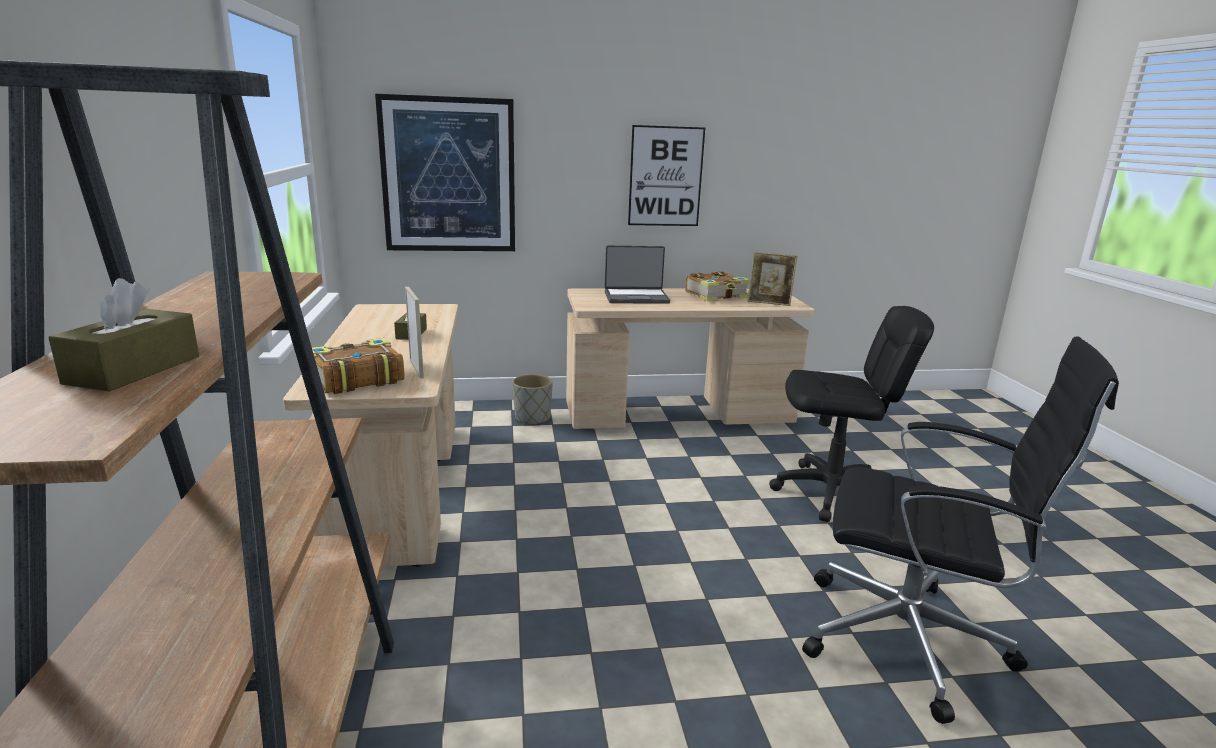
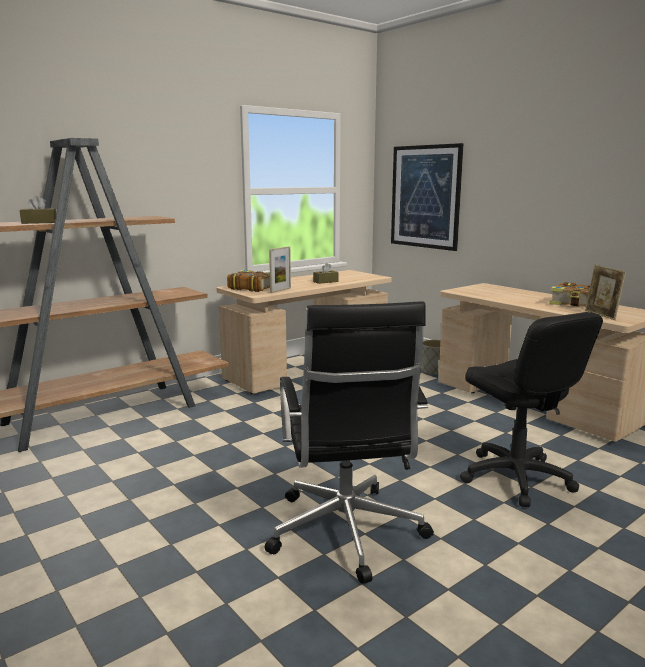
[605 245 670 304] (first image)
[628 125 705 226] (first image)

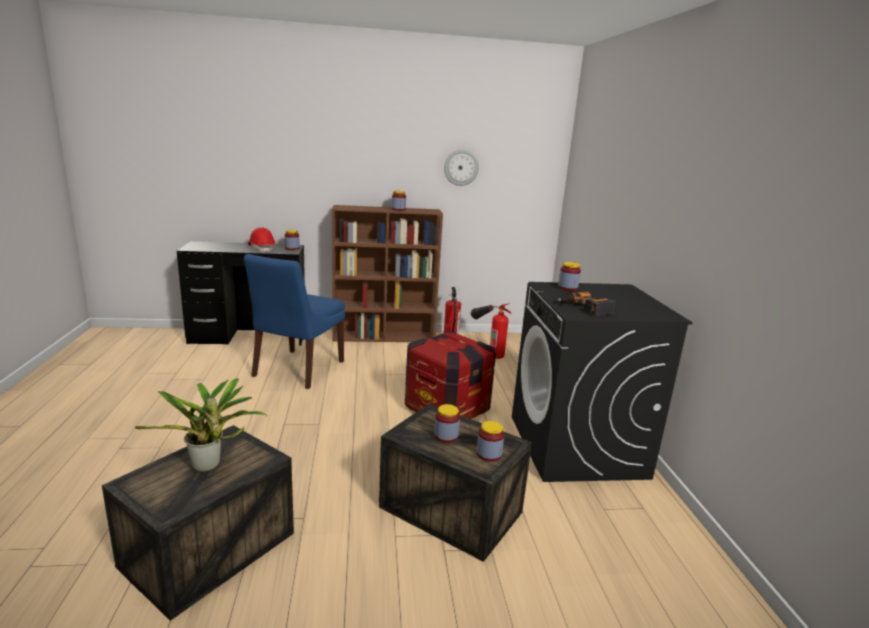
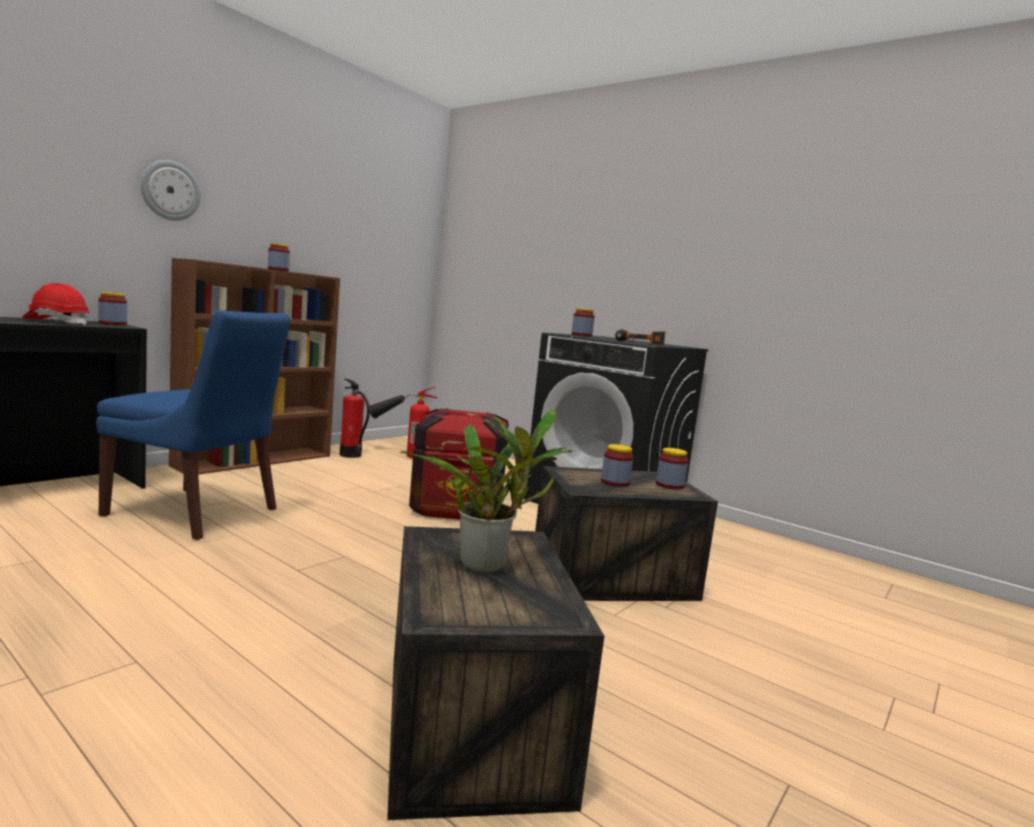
[140 160 201 221]
[96 310 291 540]

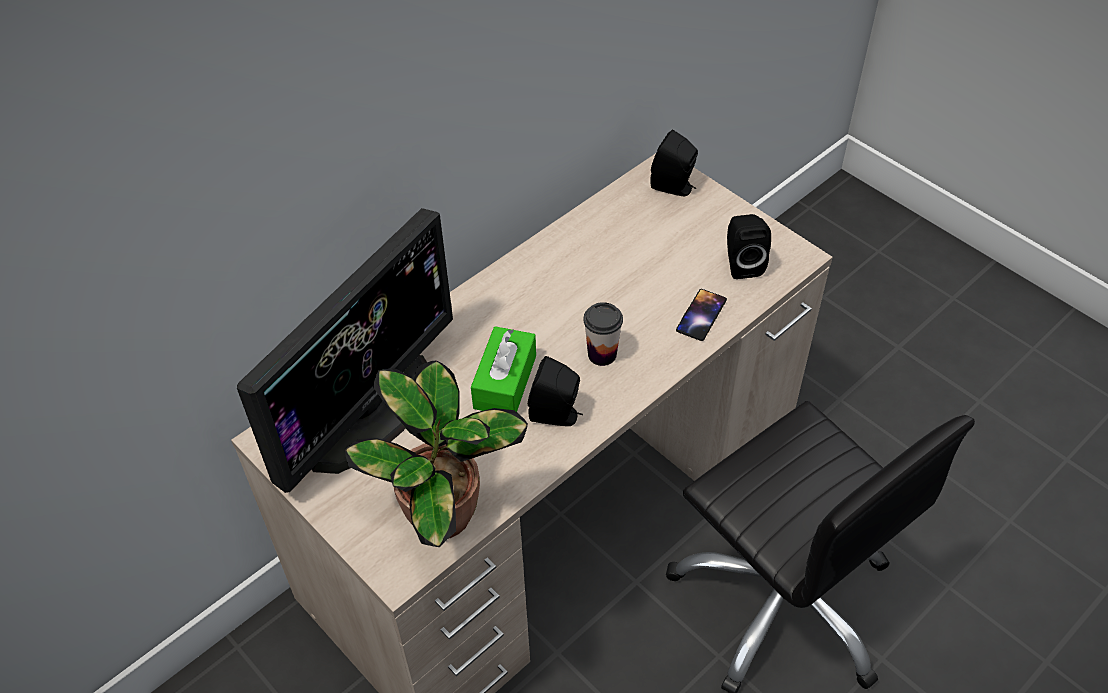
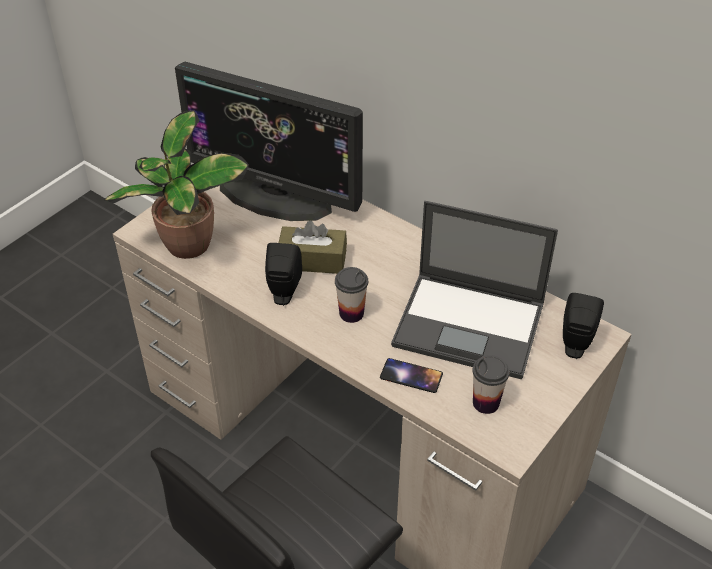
[391 201 558 379]
[472 355 510 414]
[278 221 347 274]

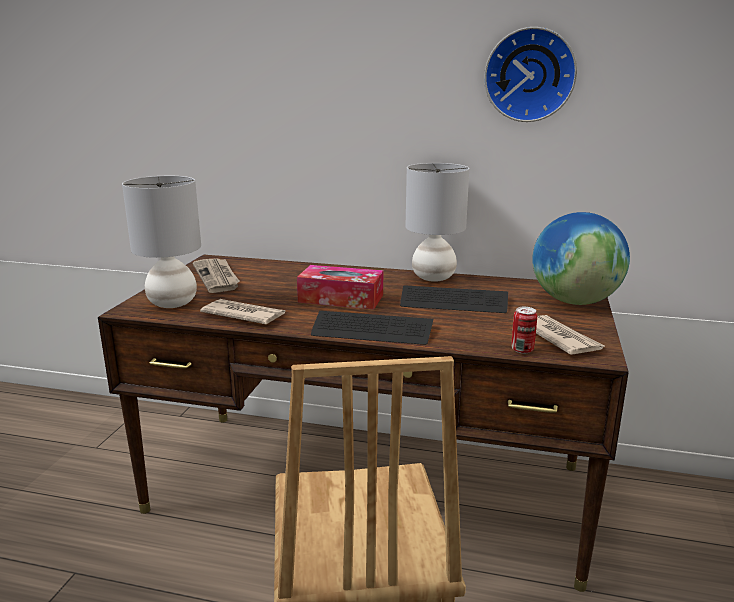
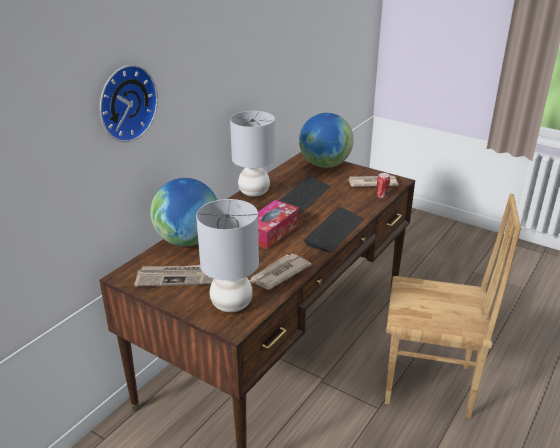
[150 178 217 246]
[100 65 158 142]

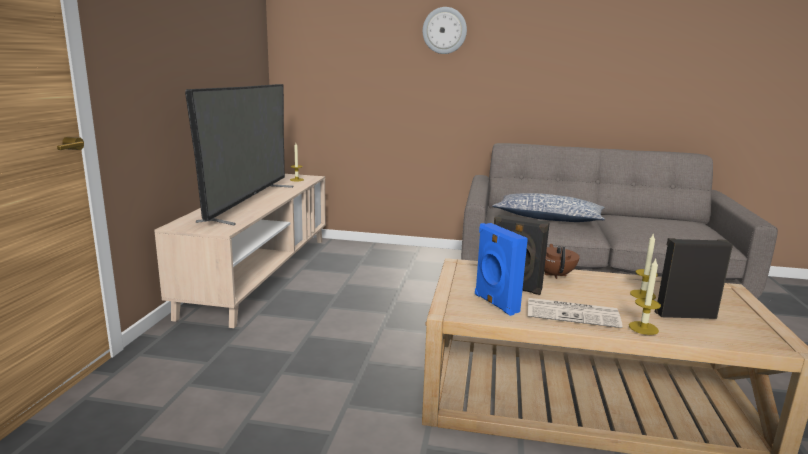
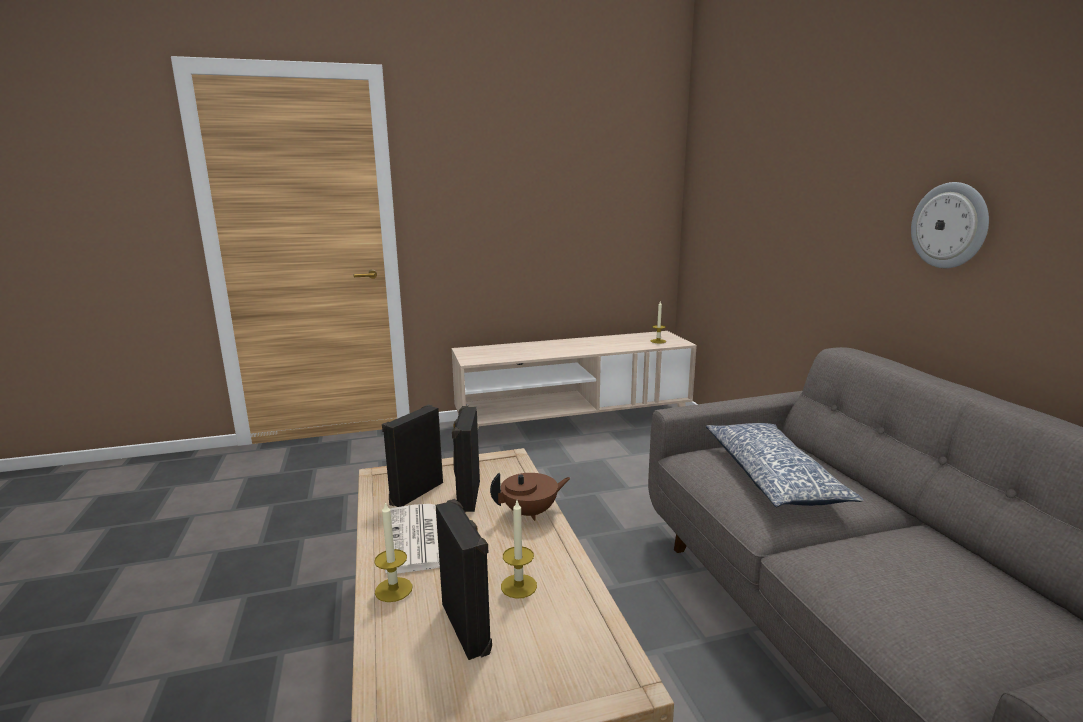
[185 84 293 226] (first image)
[911 182 989 268]
[382 404 443 507]

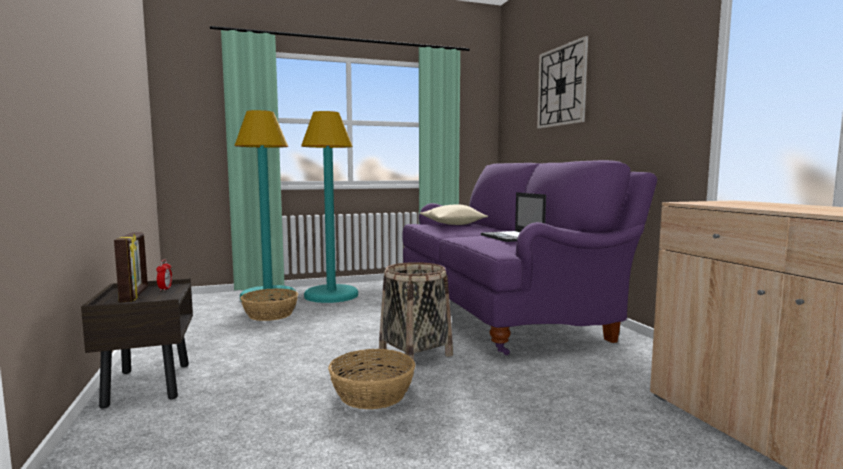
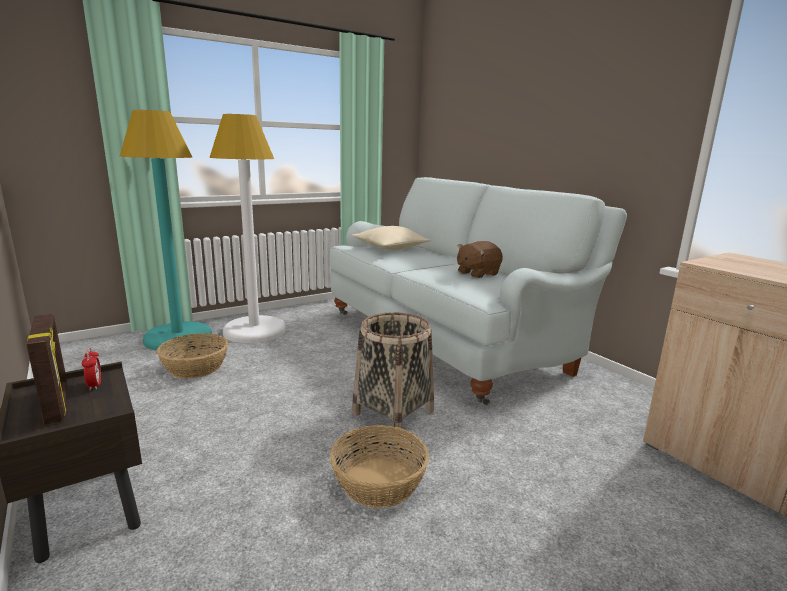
[537 36 588 129] (first image)
[457 241 503 278]
[209 114 286 343]
[330 177 627 405]

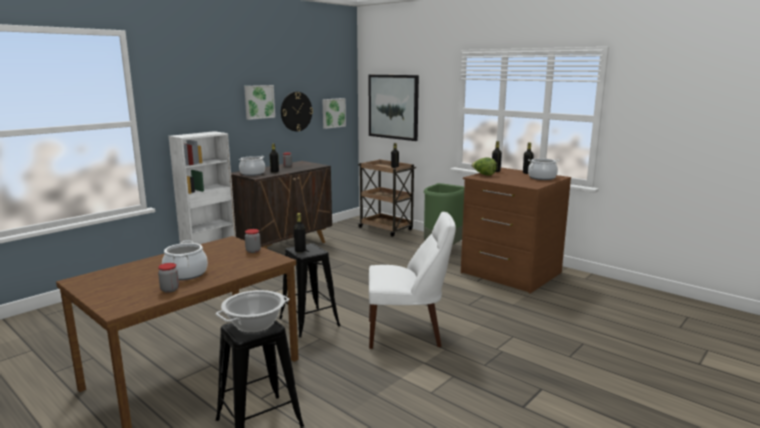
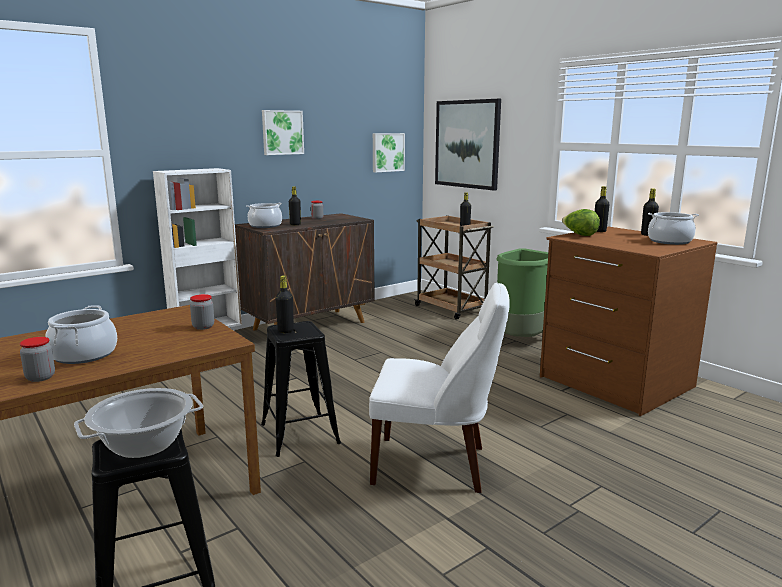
[281 92 313 132] (first image)

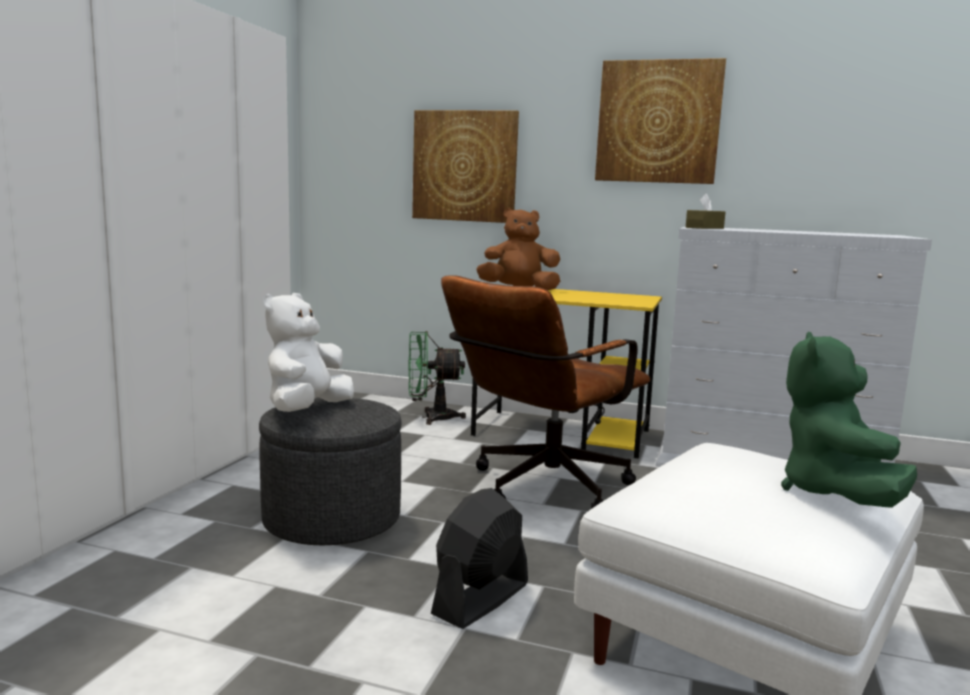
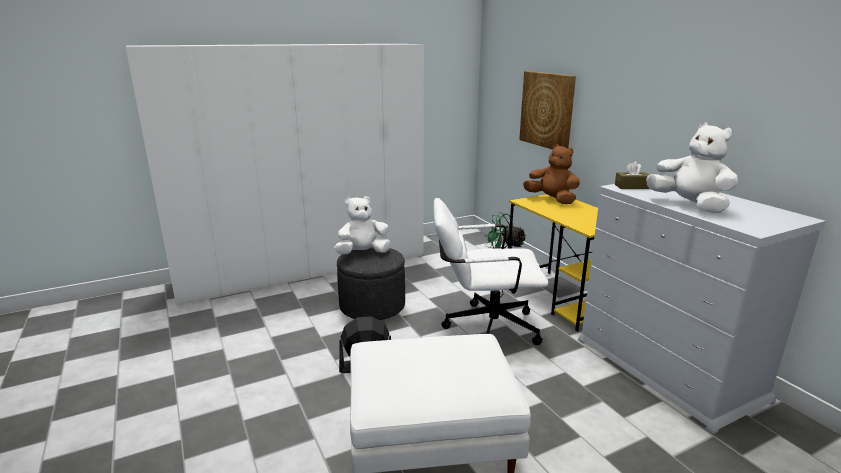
[595 58 726 184] (first image)
[781 332 917 508] (first image)
[646 122 738 213]
[433 198 548 345]

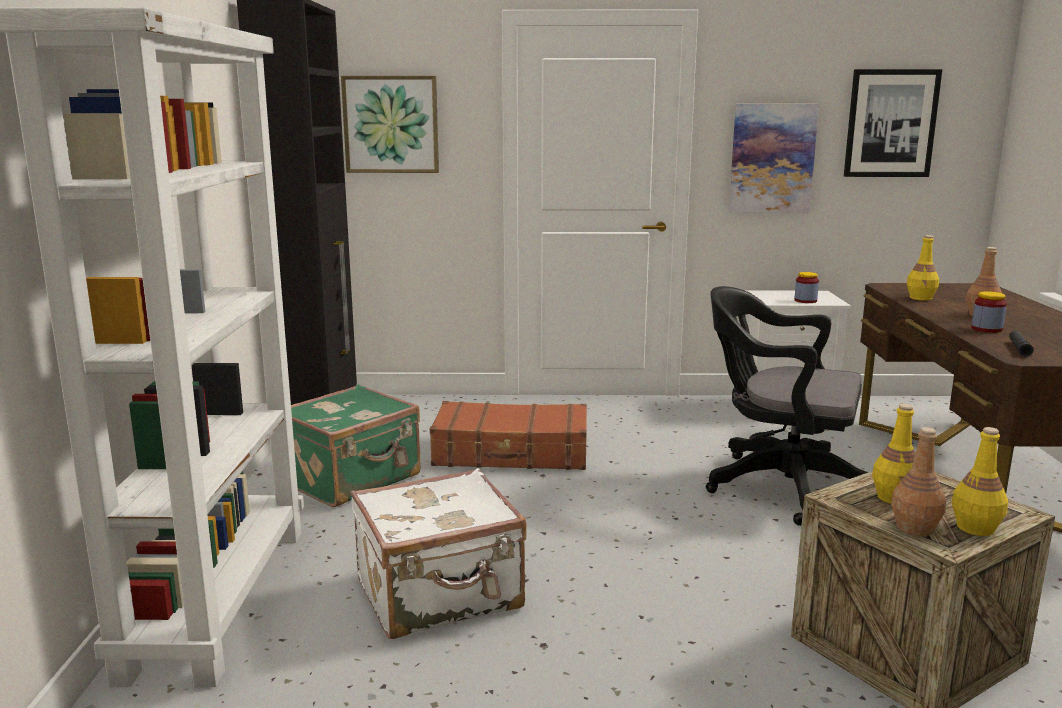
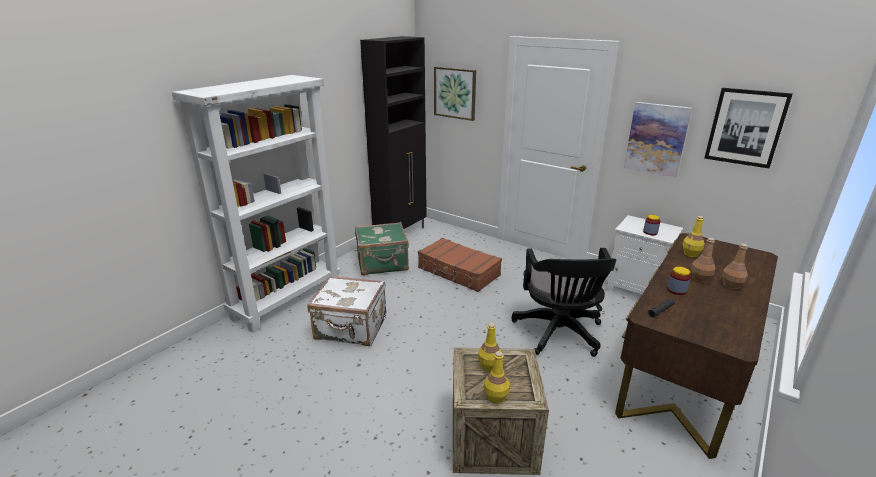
[722 244 748 290]
[511 248 616 357]

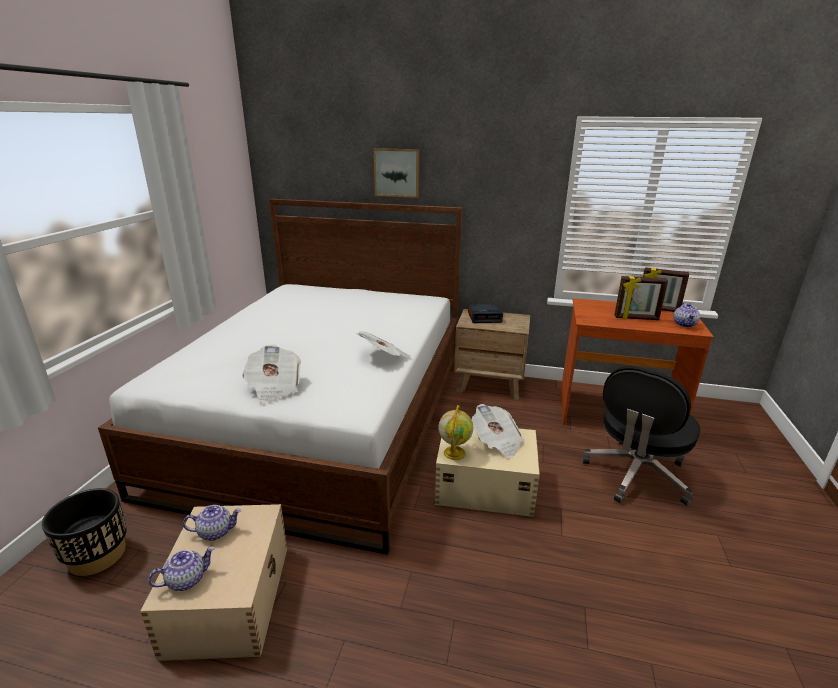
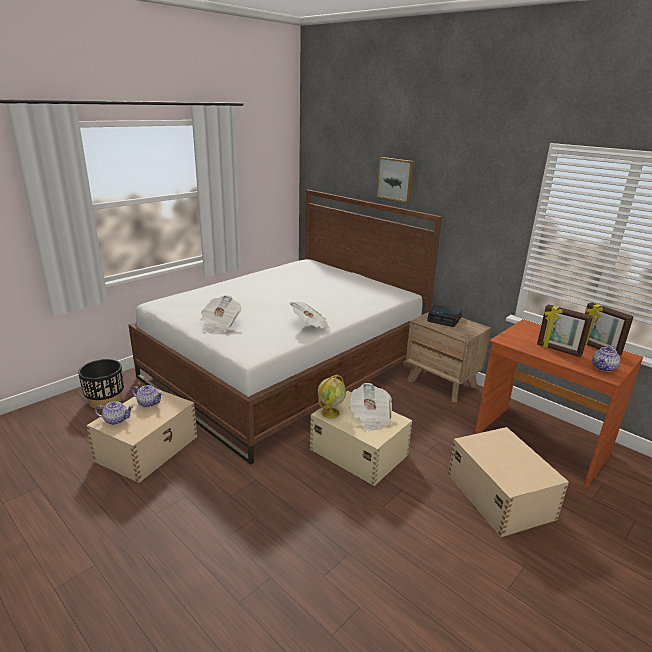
[448 427 569 537]

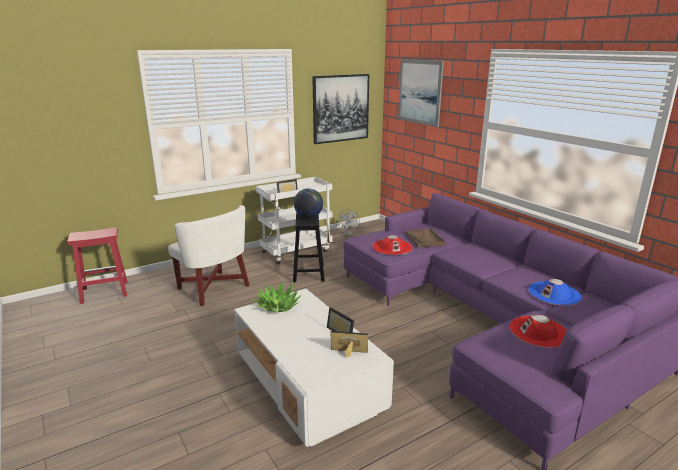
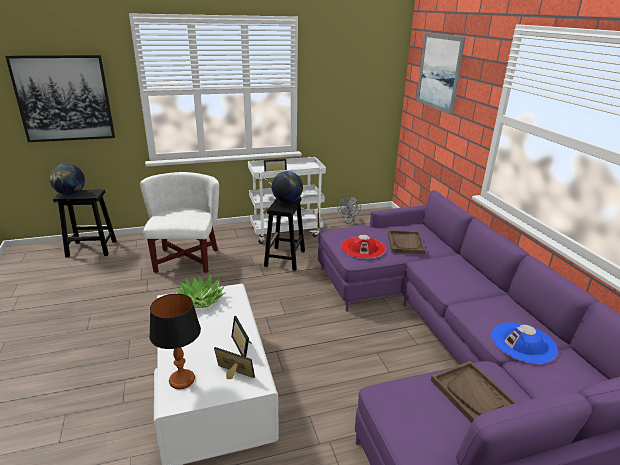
[50 164 85 195]
[149 294 201 389]
[5 55 115 142]
[431 361 517 423]
[53 189 116 257]
[140 172 219 273]

